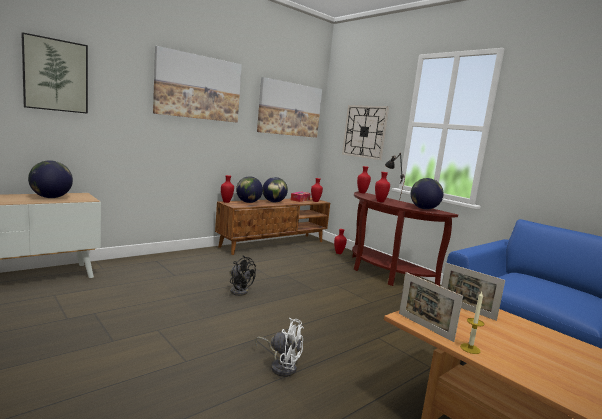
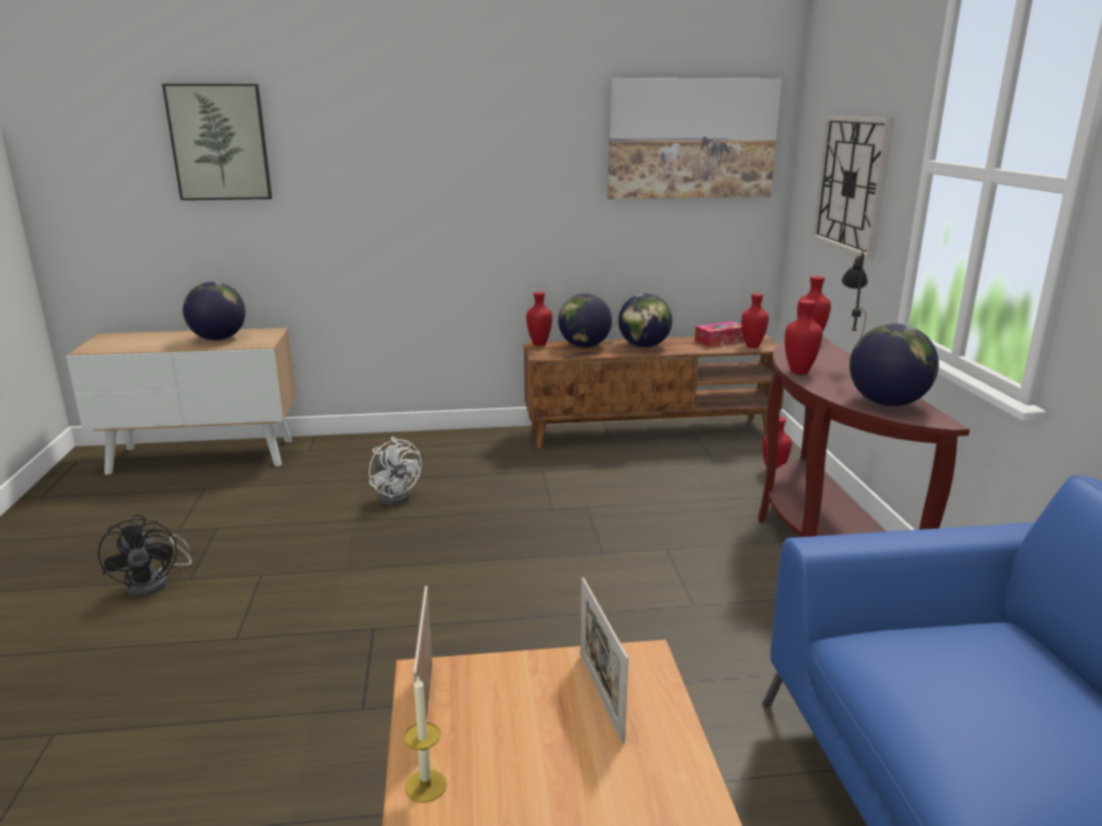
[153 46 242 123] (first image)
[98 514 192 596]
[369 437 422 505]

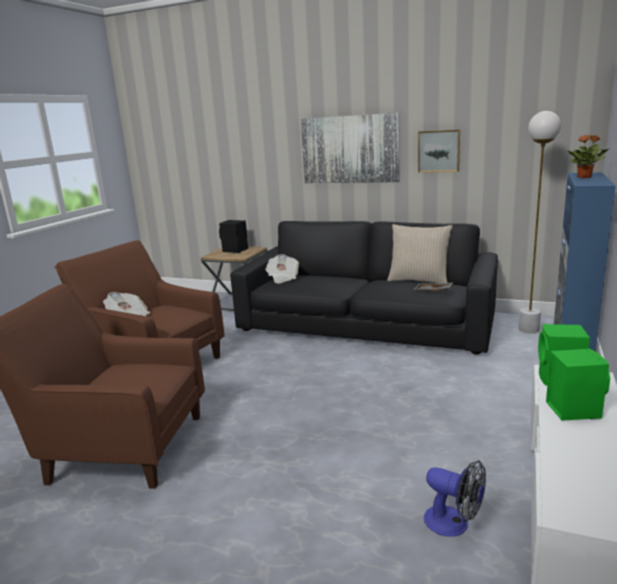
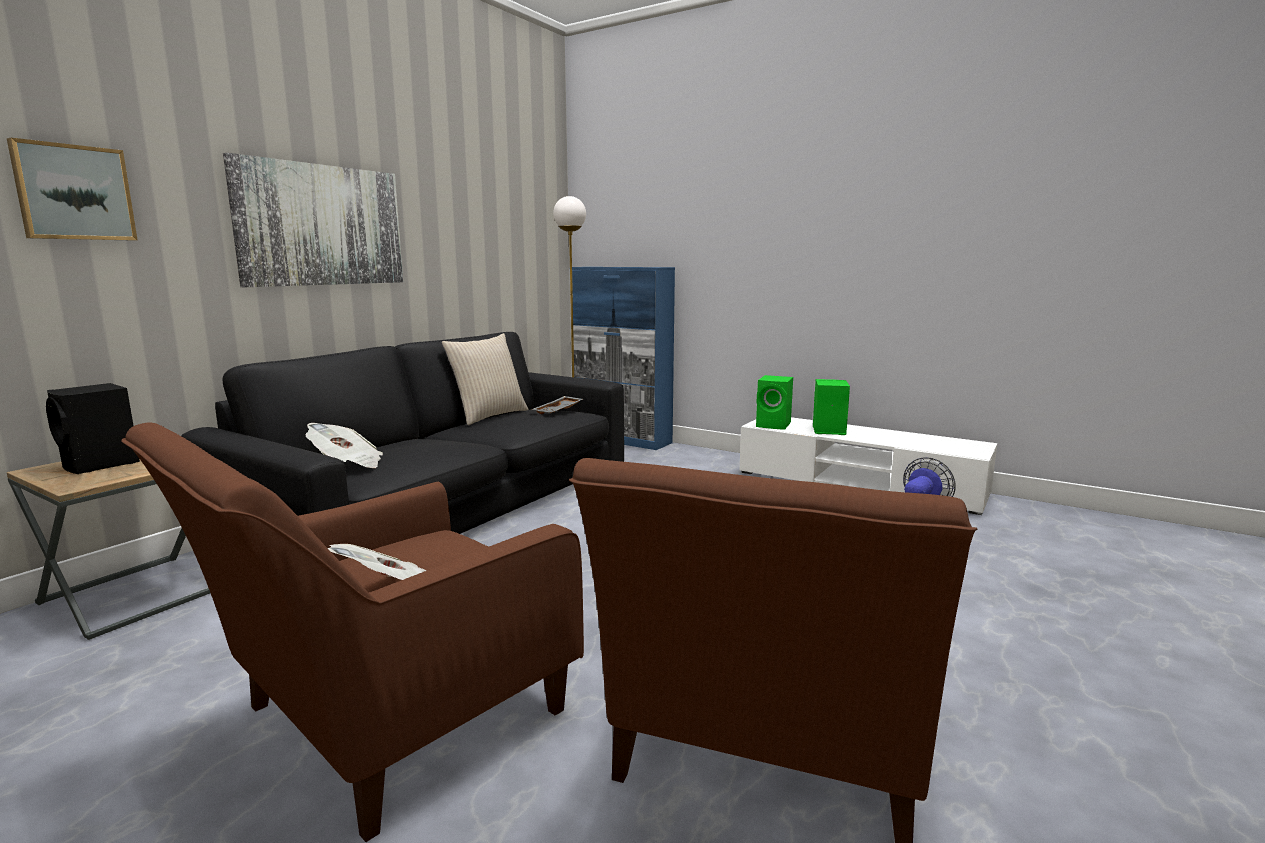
[568 135 610 178] (first image)
[7 138 137 241]

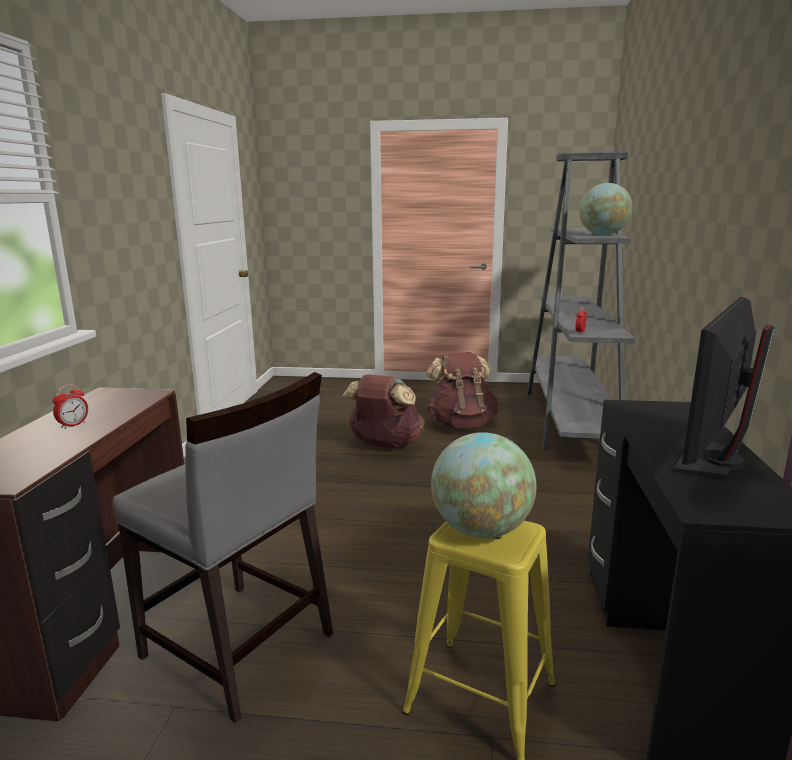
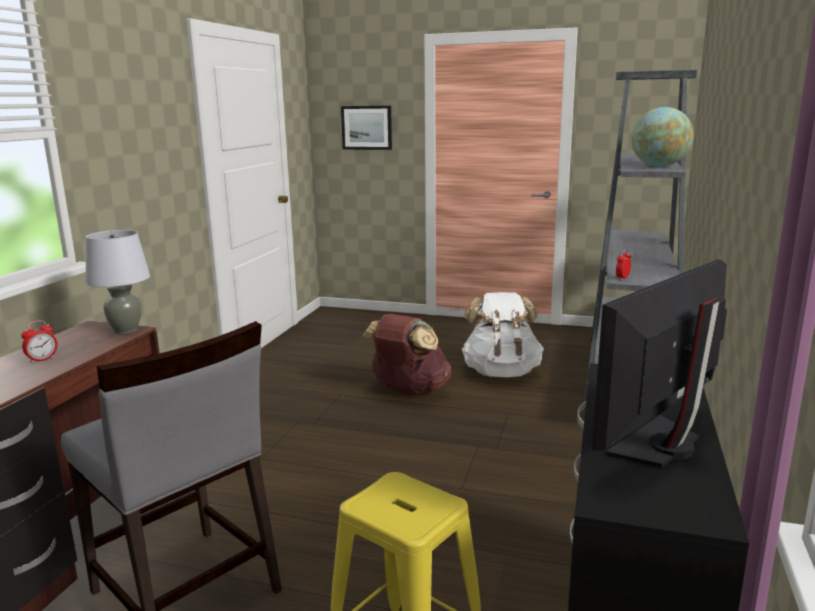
[431 432 536 538] (first image)
[86 230 150 334]
[341 106 392 150]
[461 292 544 377]

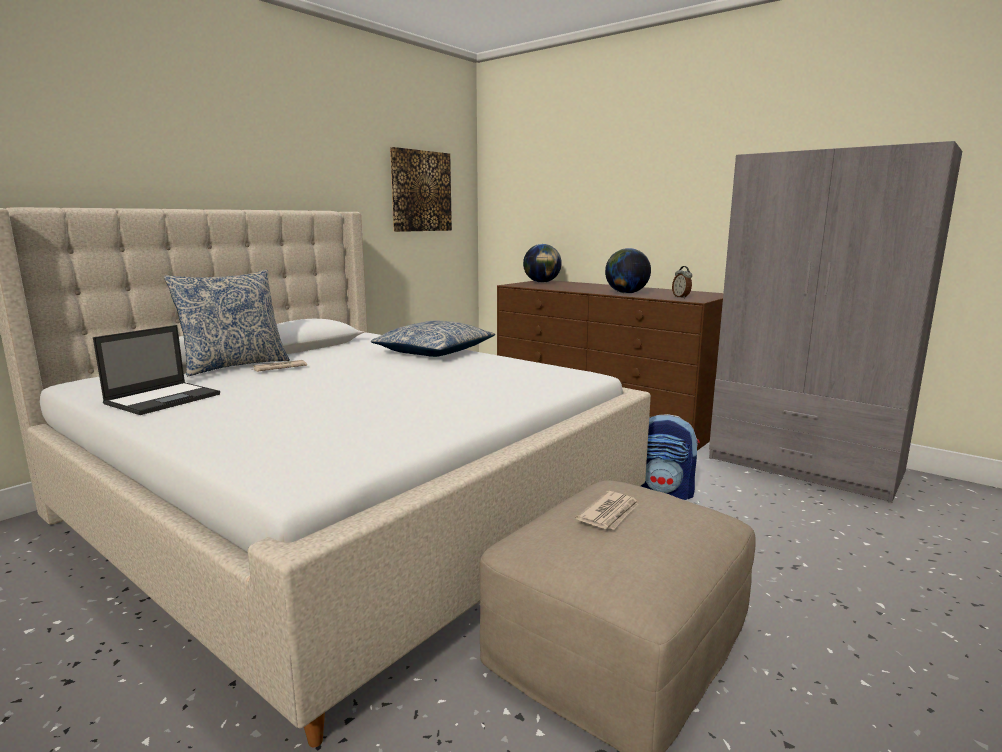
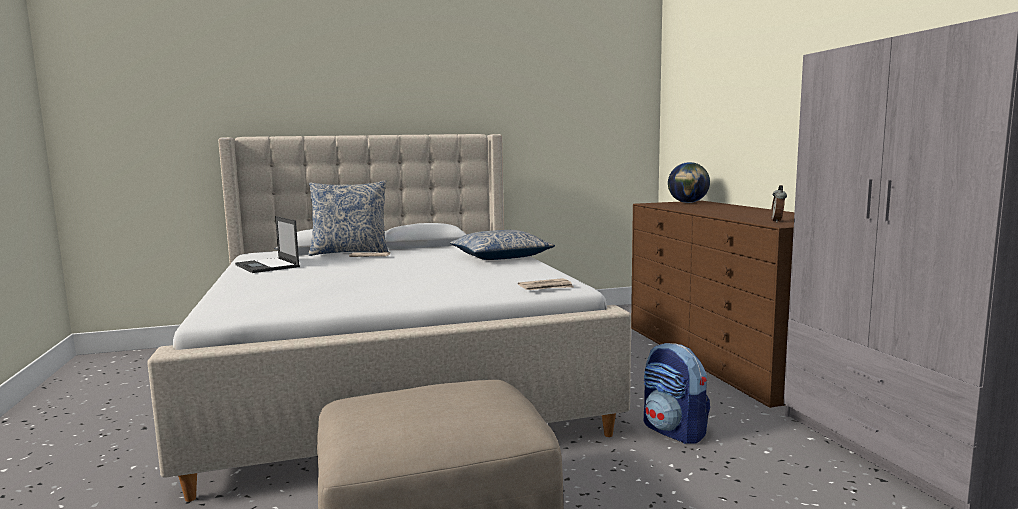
[390 147 452 232] (first image)
[605 248 651 293] (first image)
[518 278 574 290]
[235 216 300 273]

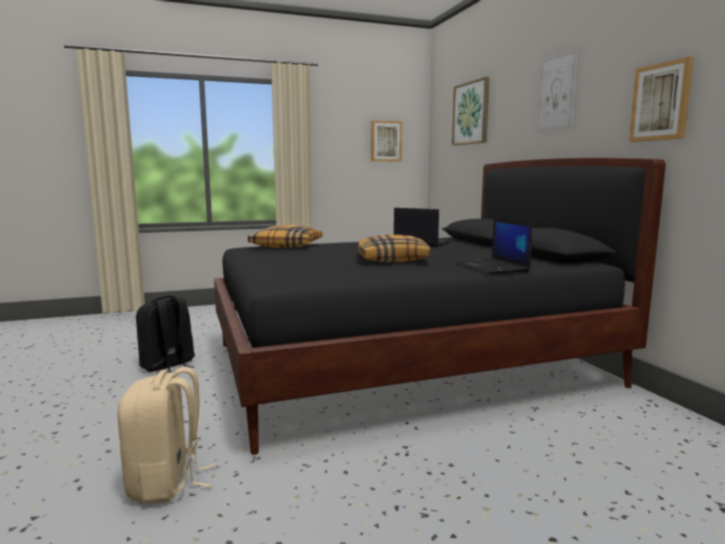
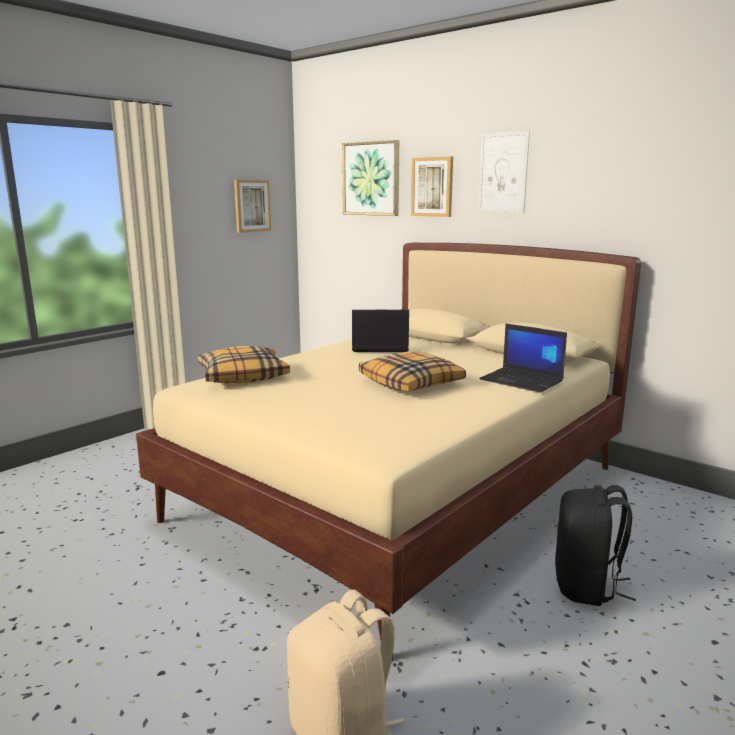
[555 485 636 606]
[411 156 453 217]
[136 243 641 660]

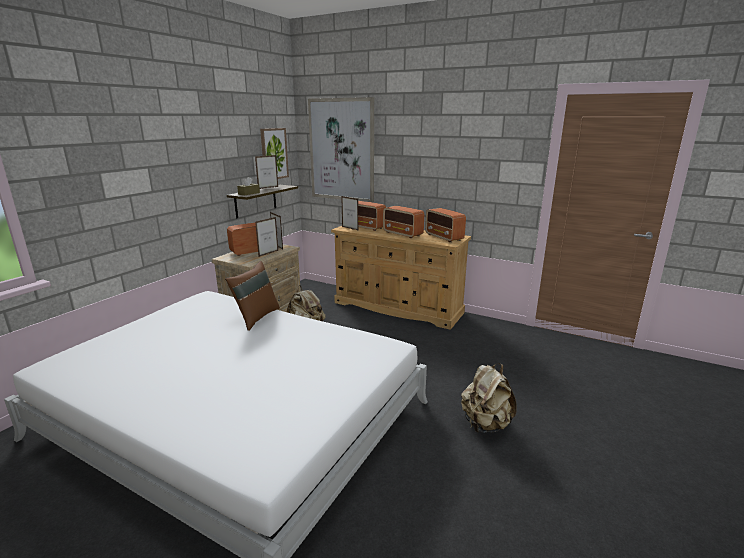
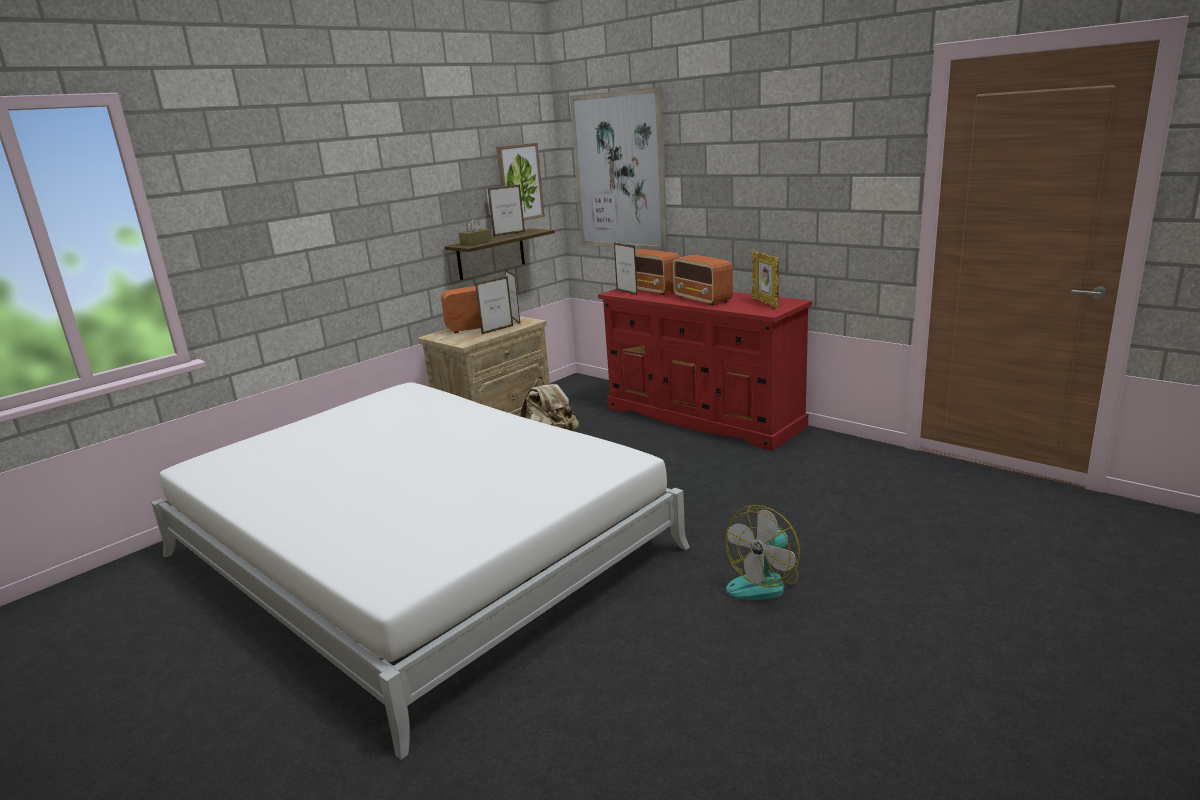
[225 261 280 331] (first image)
[751 250 779 308]
[725 505 800 600]
[598 289 812 451]

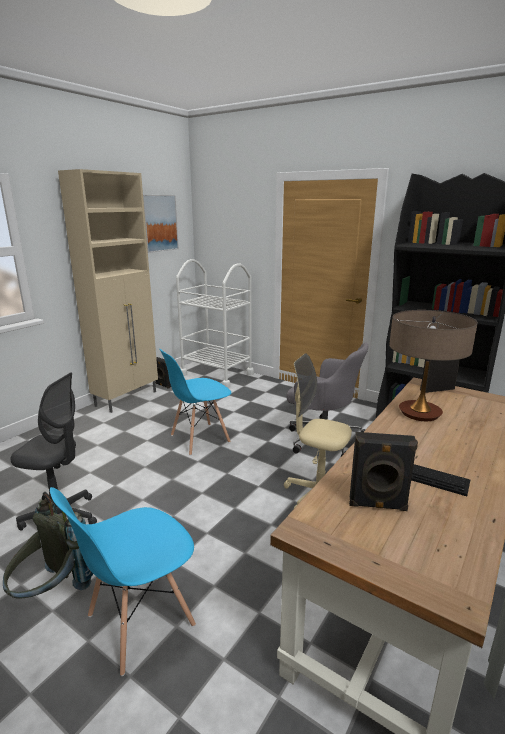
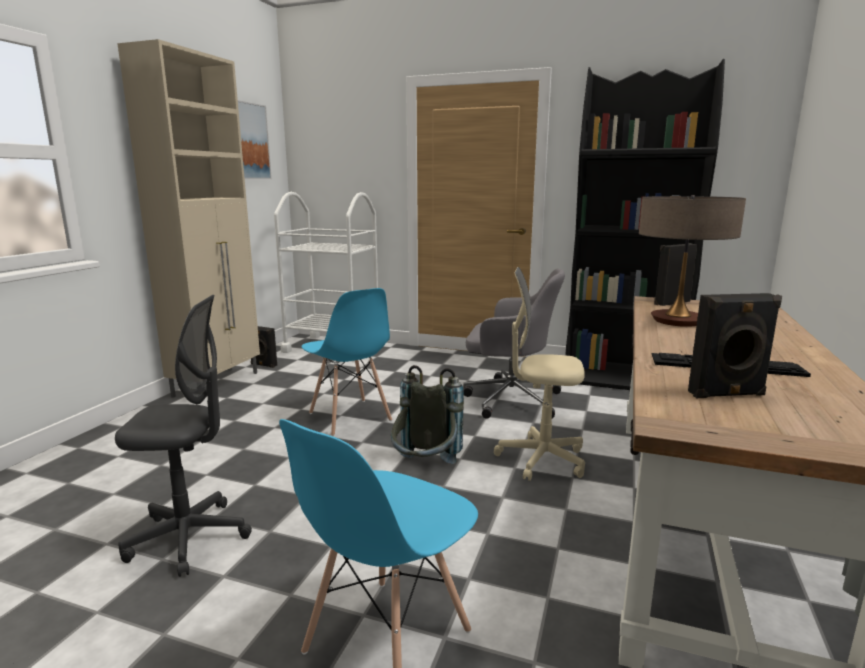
[391 365 464 464]
[301 288 392 436]

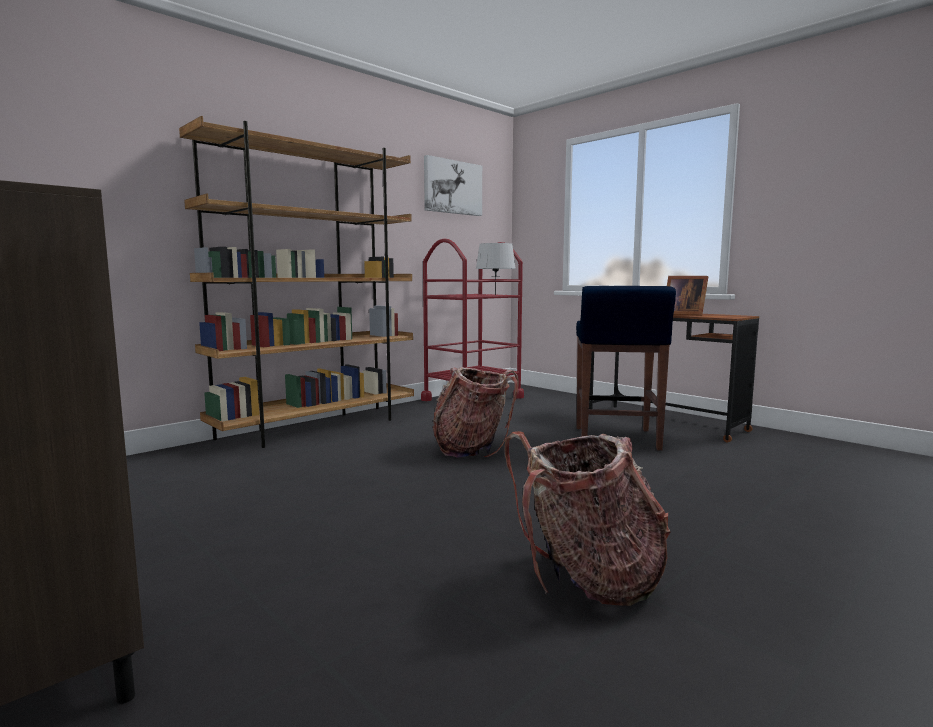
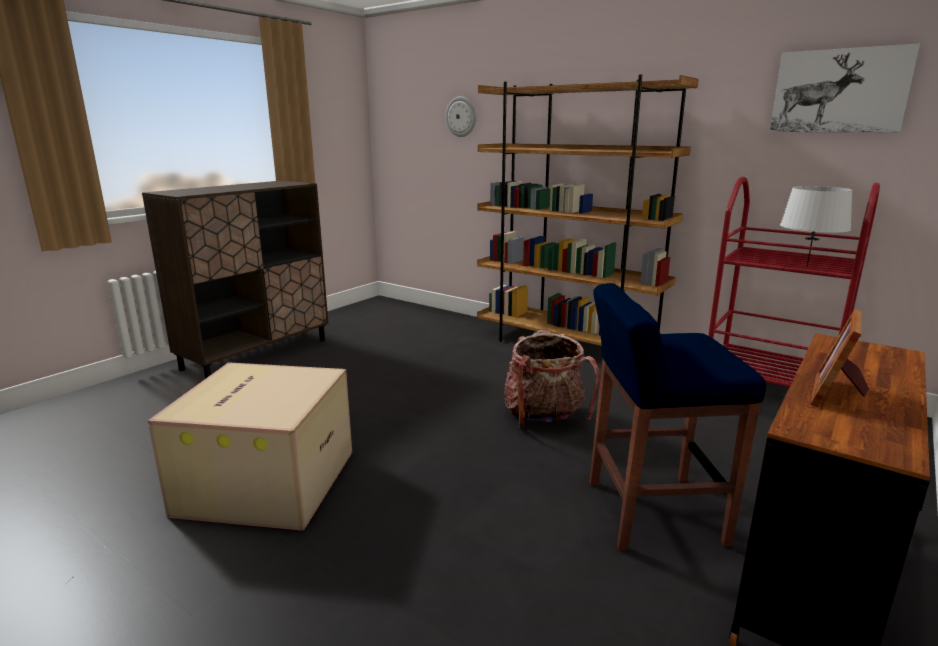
[445 96 476 137]
[148 362 352 531]

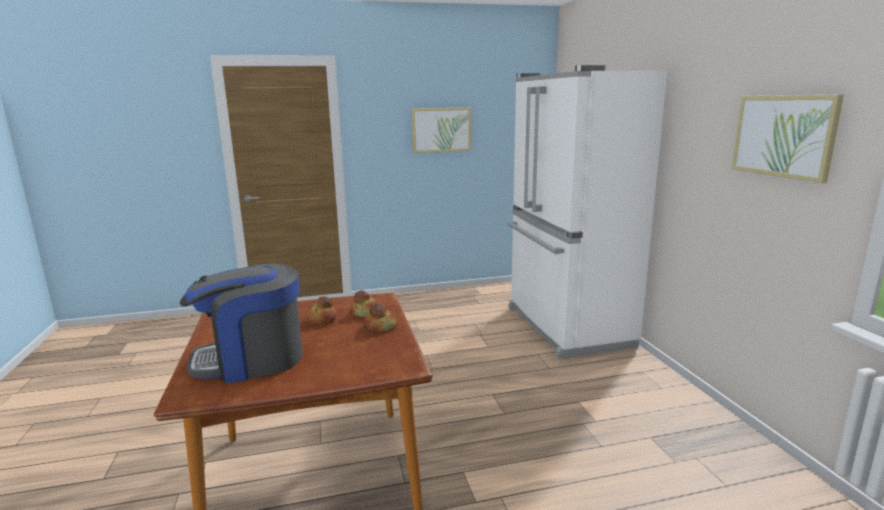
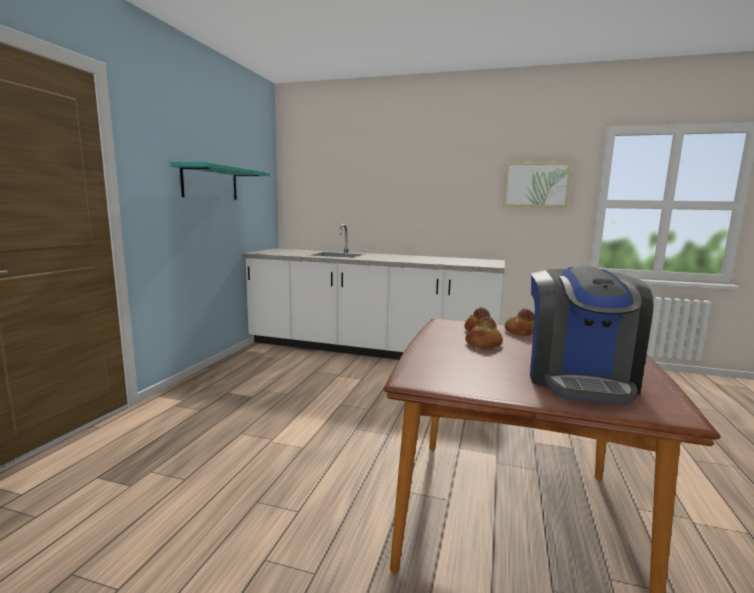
[171 162 270 200]
[242 224 505 360]

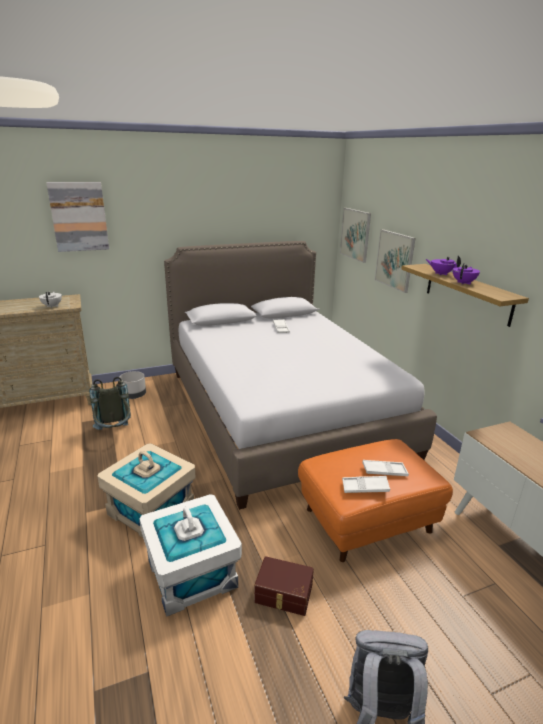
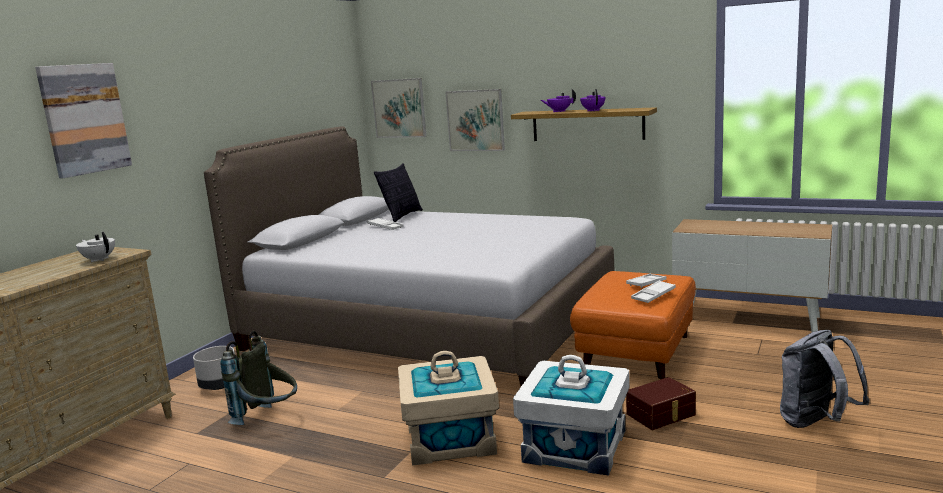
[374 163 423 222]

